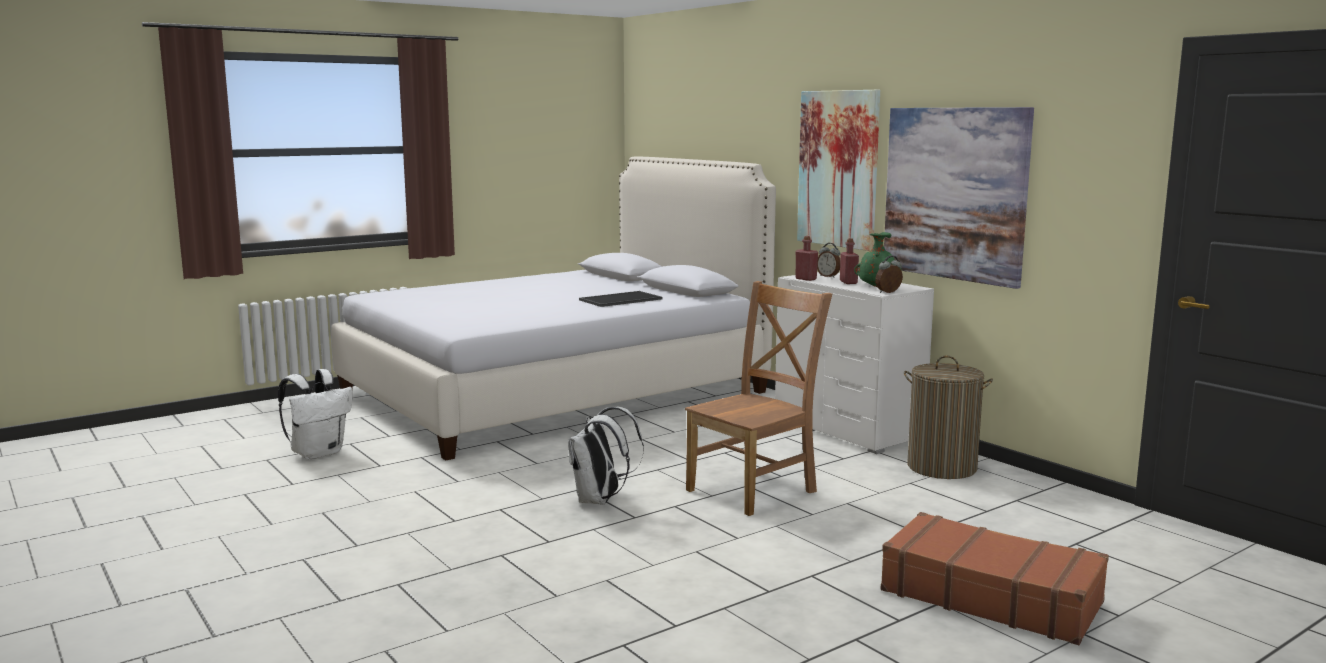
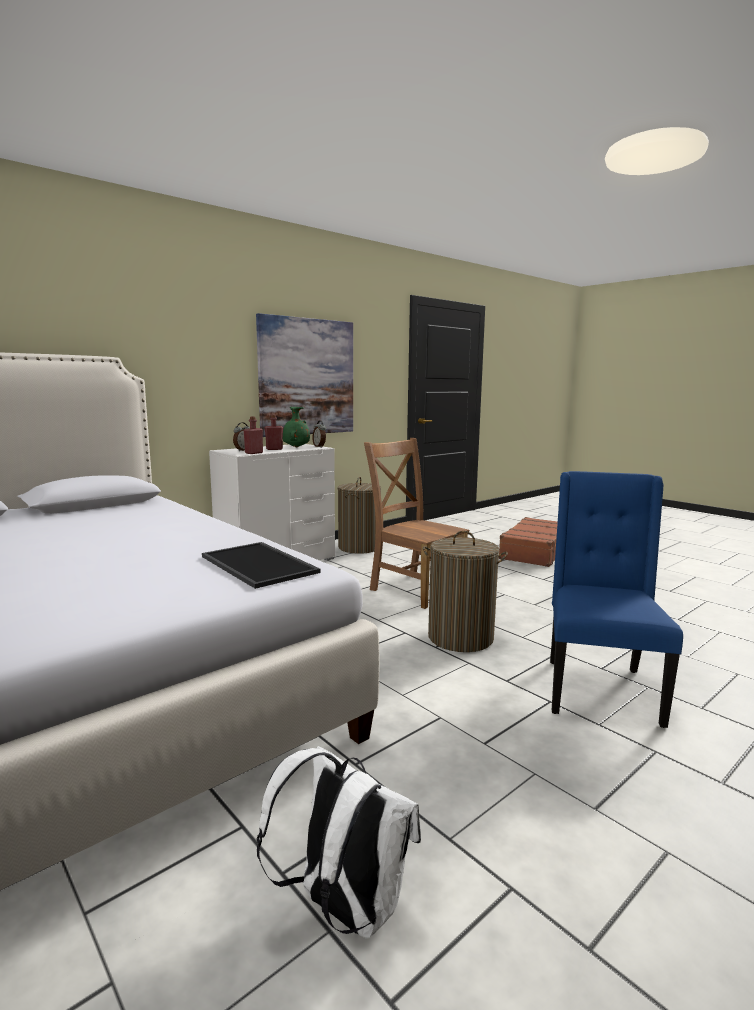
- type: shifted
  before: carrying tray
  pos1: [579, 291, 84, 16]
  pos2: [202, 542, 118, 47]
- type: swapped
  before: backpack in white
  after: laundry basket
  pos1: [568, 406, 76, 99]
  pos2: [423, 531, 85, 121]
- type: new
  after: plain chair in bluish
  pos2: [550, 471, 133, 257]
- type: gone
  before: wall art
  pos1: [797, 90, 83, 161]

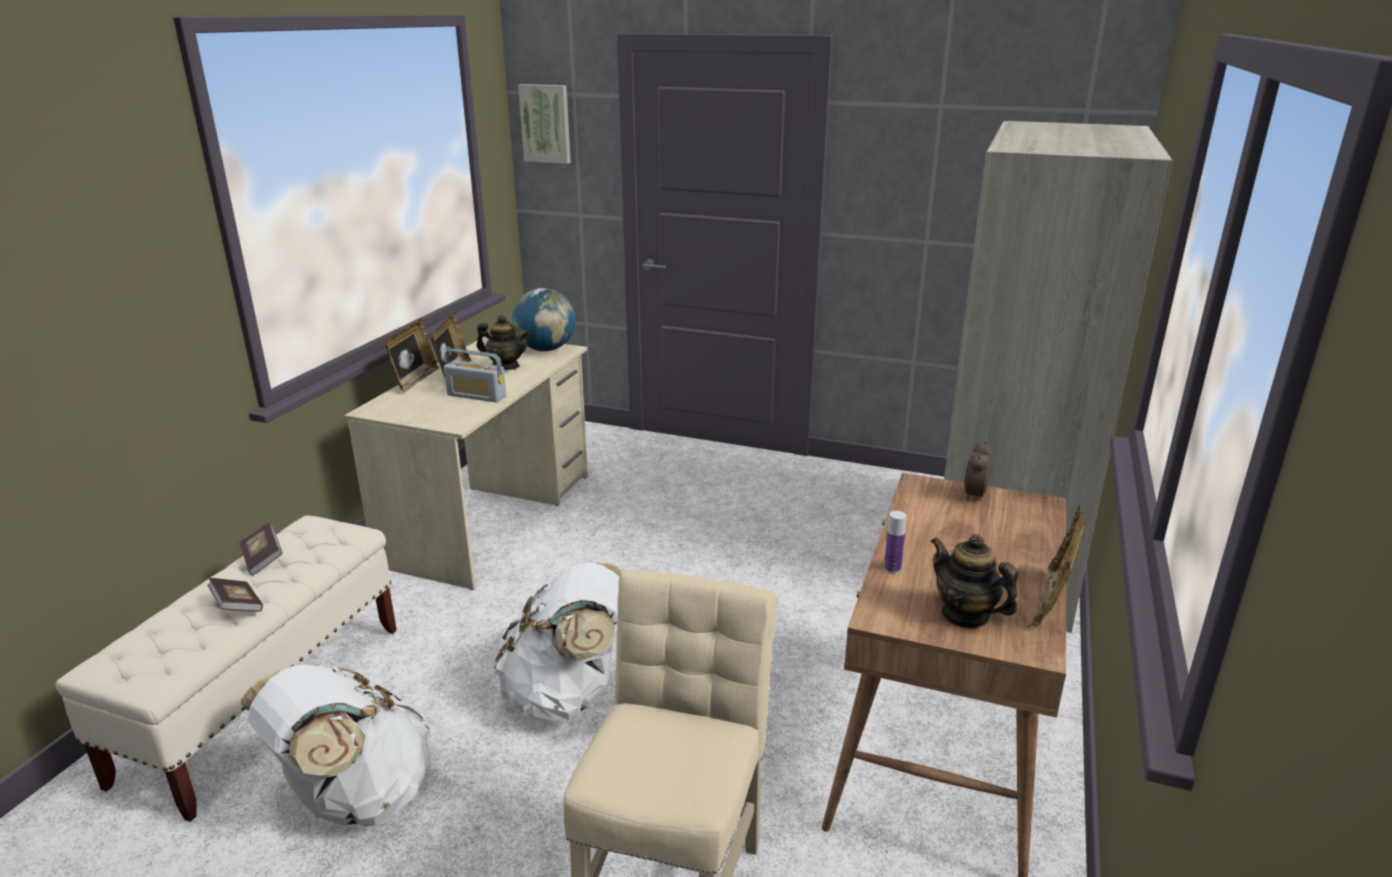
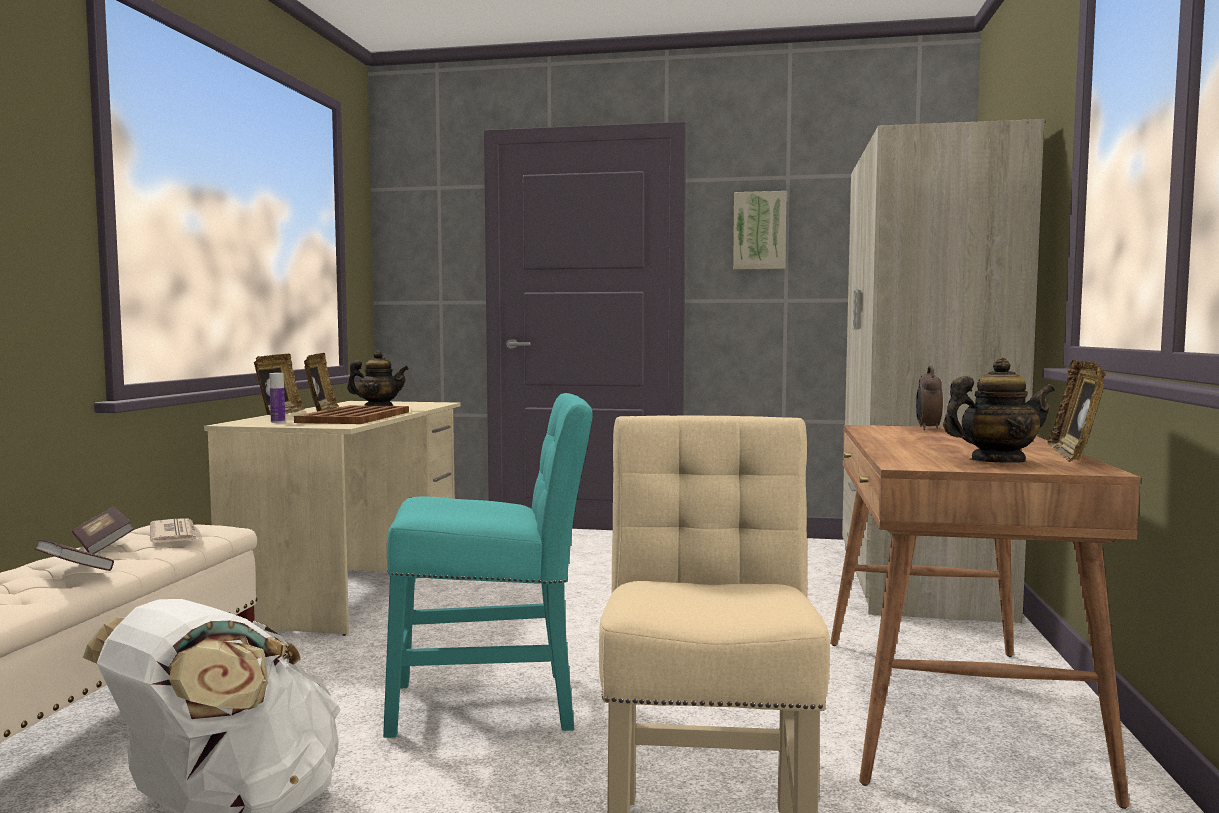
- type: new
  after: printed paper
  pos2: [150, 518, 53, 24]
- type: shifted
  before: drink bottle
  pos1: [884, 511, 23, 62]
  pos2: [270, 373, 15, 50]
- type: swapped
  before: radio set
  after: carrying tray in brownish
  pos1: [444, 349, 62, 53]
  pos2: [294, 405, 115, 19]
- type: swapped
  before: backpack in white
  after: plain chair in turquoise-coloured
  pos1: [494, 562, 128, 159]
  pos2: [383, 393, 210, 345]
- type: shifted
  before: wall art
  pos1: [518, 84, 53, 80]
  pos2: [733, 191, 54, 79]
- type: rotated
  before: pot for tea
  pos1: [931, 534, 87, 95]
  pos2: [943, 358, 112, 105]
  turn: 135
- type: gone
  before: desk globe
  pos1: [512, 288, 63, 63]

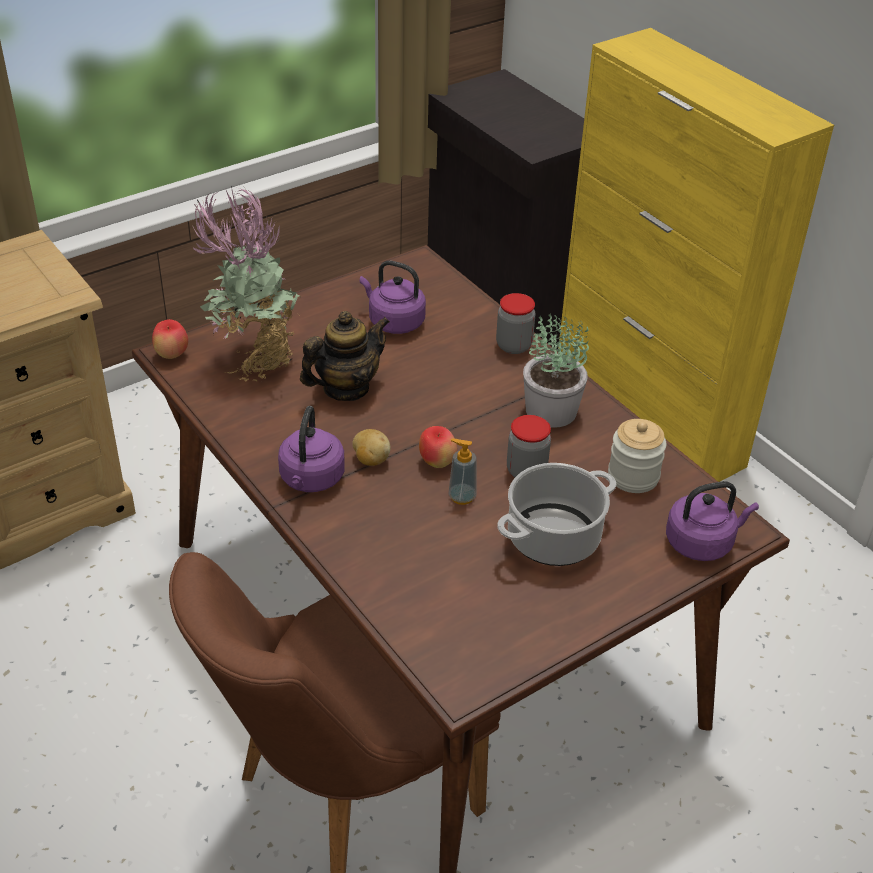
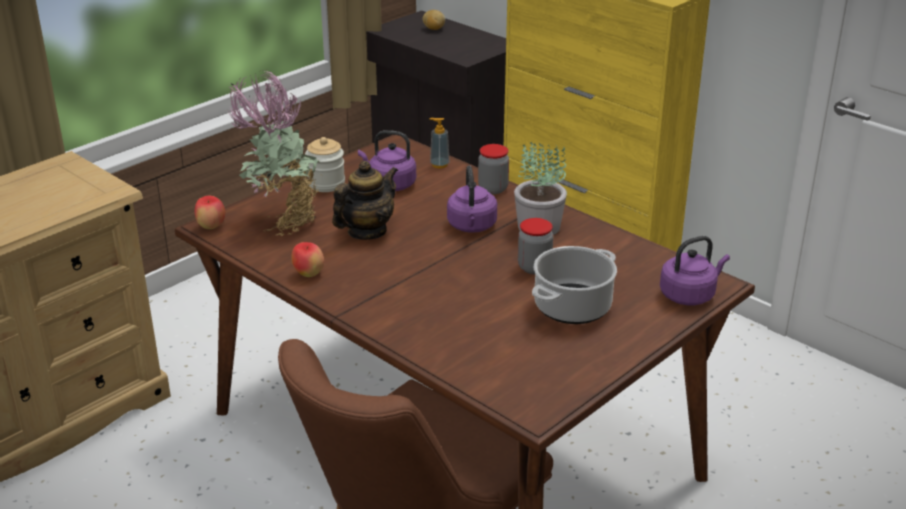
- type: shifted
  before: apple
  pos1: [419, 426, 38, 42]
  pos2: [292, 242, 32, 35]
- type: shifted
  before: jar
  pos1: [608, 419, 59, 74]
  pos2: [305, 137, 40, 55]
- type: shifted
  before: spud
  pos1: [352, 429, 38, 37]
  pos2: [423, 10, 22, 20]
- type: shifted
  before: liquid soap bottle
  pos1: [449, 439, 28, 66]
  pos2: [429, 118, 21, 50]
- type: shifted
  before: kettle in purple
  pos1: [278, 406, 67, 86]
  pos2: [447, 166, 50, 67]

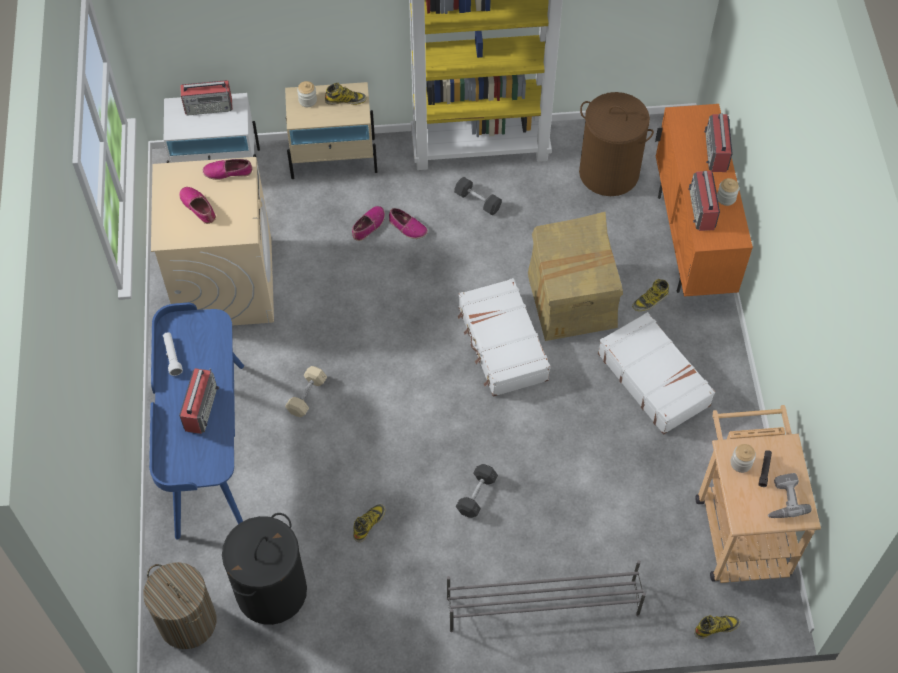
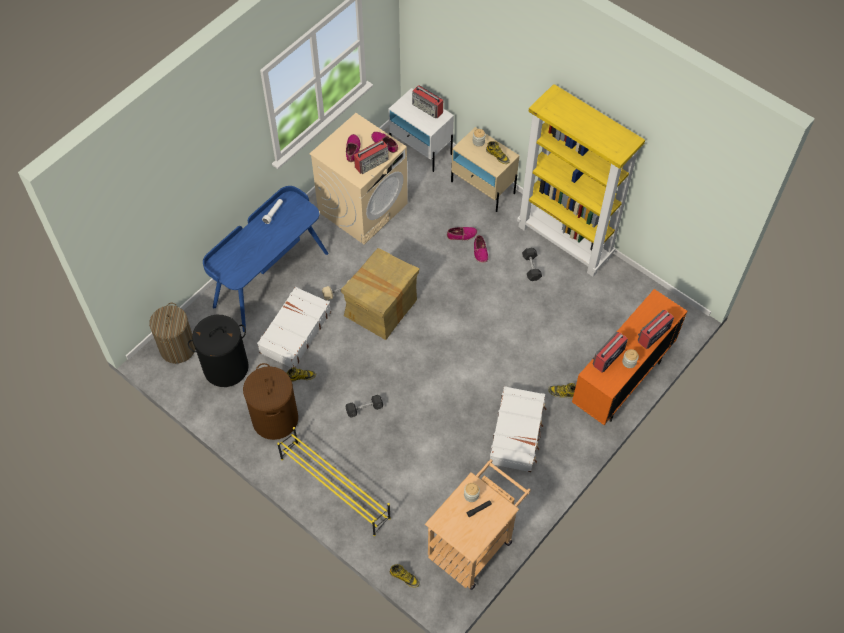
- type: shifted
  before: laundry basket in brownish
  pos1: [579, 92, 75, 104]
  pos2: [243, 363, 55, 77]
- type: shifted
  before: piece of luggage in white
  pos1: [457, 278, 94, 119]
  pos2: [257, 287, 74, 81]
- type: repainted
  before: shoe rack in greyish
  after: shoe rack in yellow-coloured
  pos1: [447, 560, 199, 72]
  pos2: [277, 427, 114, 109]
- type: shifted
  before: packing box
  pos1: [528, 212, 95, 129]
  pos2: [341, 248, 79, 92]
- type: shifted
  before: radio set
  pos1: [179, 368, 40, 66]
  pos2: [354, 140, 35, 34]
- type: gone
  before: electric drill
  pos1: [768, 473, 44, 45]

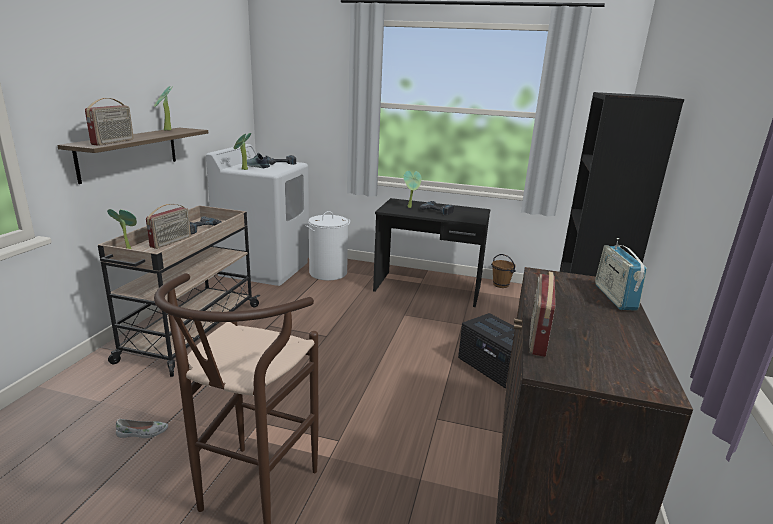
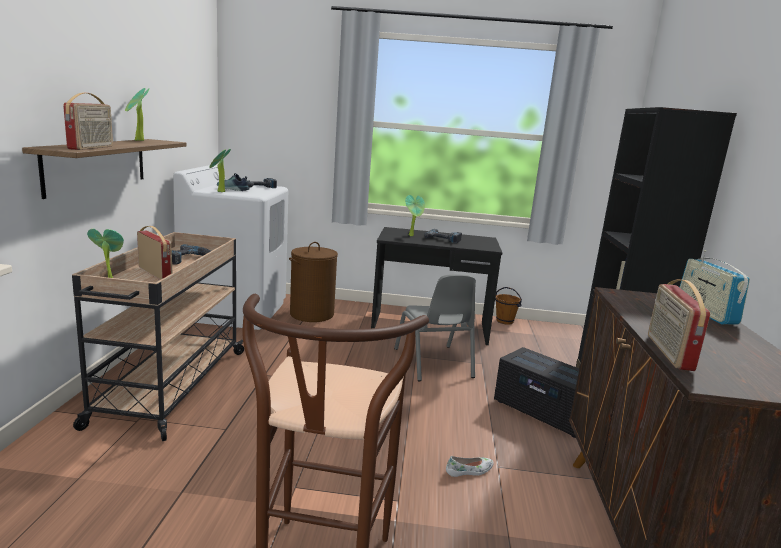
- type: rotated
  before: radio set
  pos1: [146, 204, 45, 45]
  pos2: [137, 226, 35, 54]
  turn: -60
- type: repainted
  before: laundry basket in white
  after: laundry basket in brownish
  pos1: [305, 211, 45, 70]
  pos2: [289, 242, 49, 80]
- type: new
  after: plain chair in greyish
  pos2: [394, 274, 82, 107]
- type: shifted
  before: shoe in white
  pos1: [116, 419, 52, 19]
  pos2: [446, 456, 48, 21]

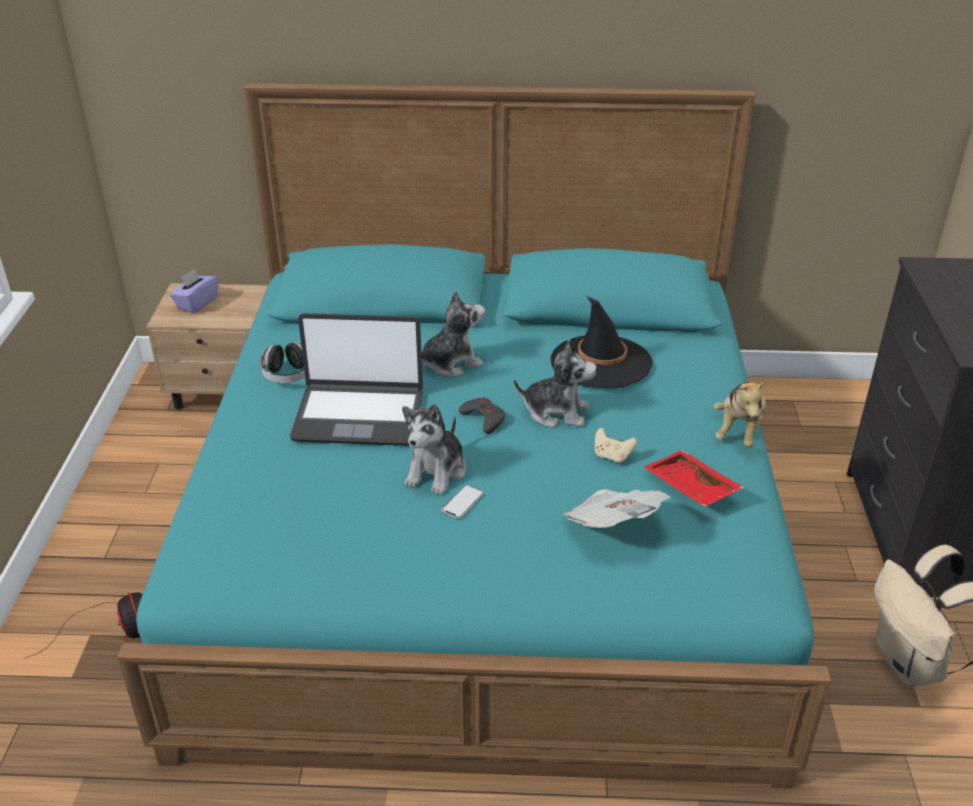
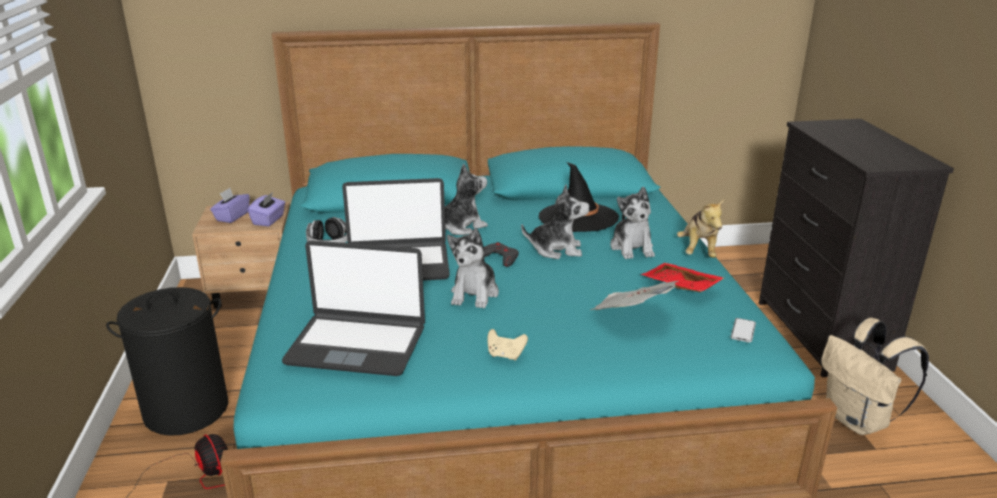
- type: new
  after: laundry basket in black
  pos2: [106, 287, 122, 149]
- type: new
  after: box of tissues in purple
  pos2: [248, 192, 37, 34]
- type: new
  after: notebook computer
  pos2: [282, 240, 143, 136]
- type: shifted
  before: gamepad in beige-coloured
  pos1: [595, 428, 42, 35]
  pos2: [487, 329, 41, 32]
- type: new
  after: soft toy
  pos2: [610, 187, 45, 72]
- type: shifted
  before: handset
  pos1: [441, 485, 43, 34]
  pos2: [731, 318, 25, 25]

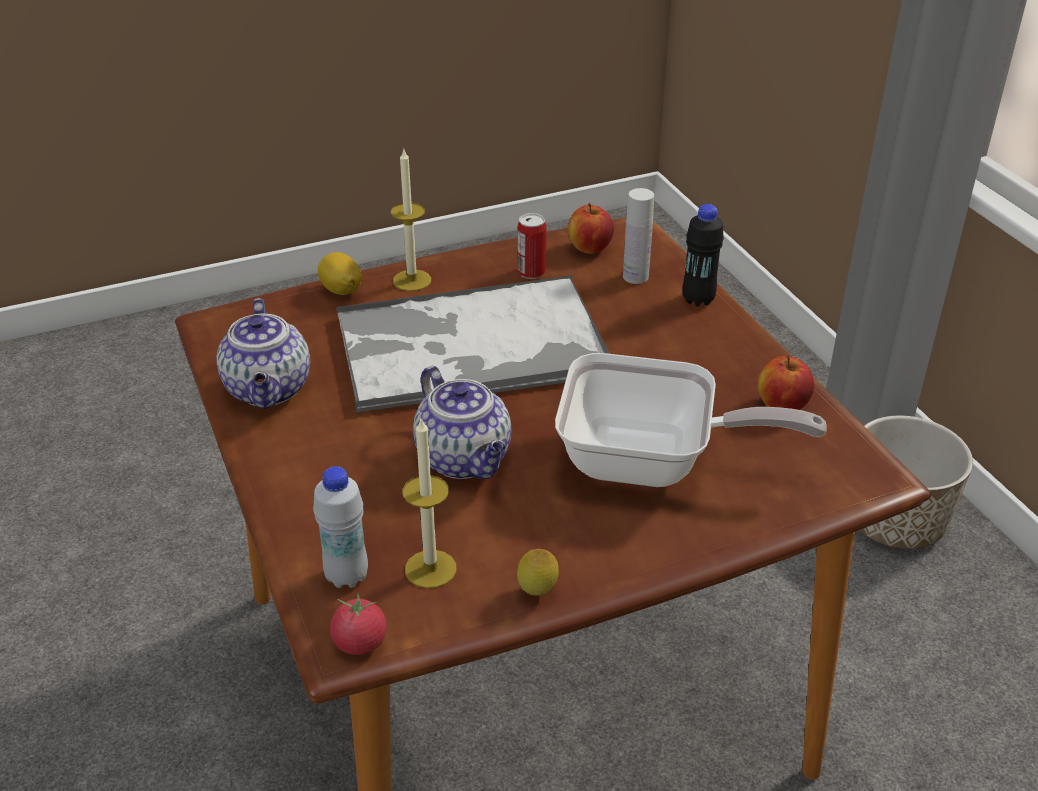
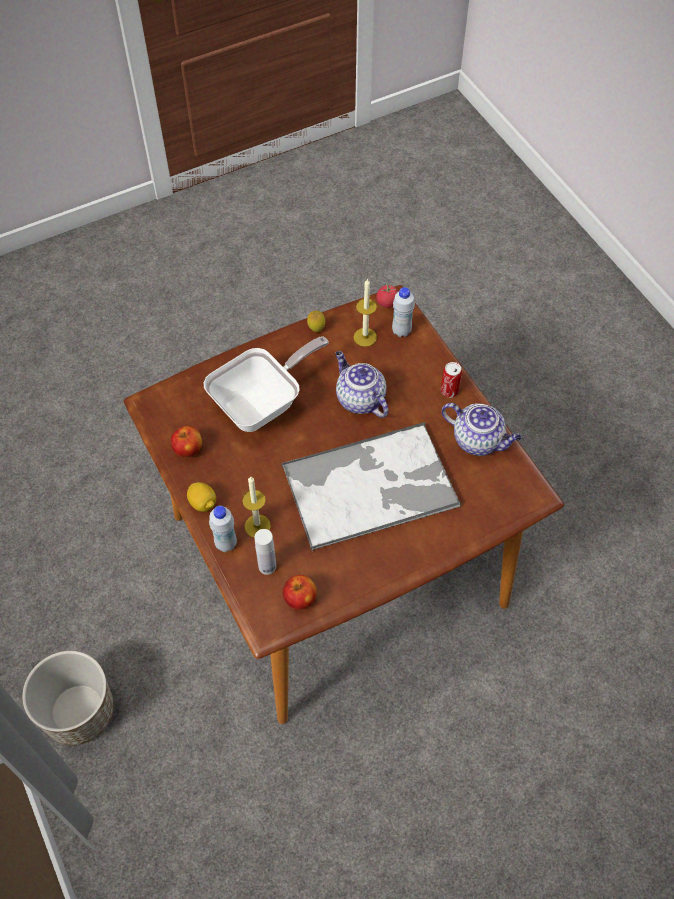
- type: shifted
  before: lemon
  pos1: [318, 252, 44, 43]
  pos2: [187, 482, 29, 30]
- type: rotated
  before: pan
  pos1: [555, 353, 272, 134]
  pos2: [204, 336, 125, 96]
  turn: 135
- type: repainted
  before: drink bottle in black
  after: drink bottle in white
  pos1: [682, 204, 42, 102]
  pos2: [209, 506, 28, 46]
- type: shifted
  before: candle
  pos1: [391, 150, 40, 141]
  pos2: [242, 476, 29, 62]
- type: shifted
  before: metal can
  pos1: [517, 213, 30, 66]
  pos2: [441, 362, 21, 36]
- type: rotated
  before: pot for tea
  pos1: [217, 298, 93, 111]
  pos2: [442, 403, 80, 53]
  turn: 135

